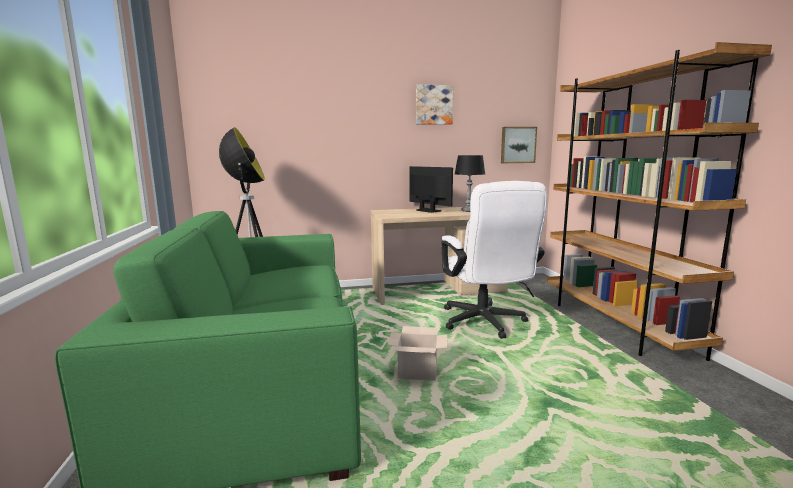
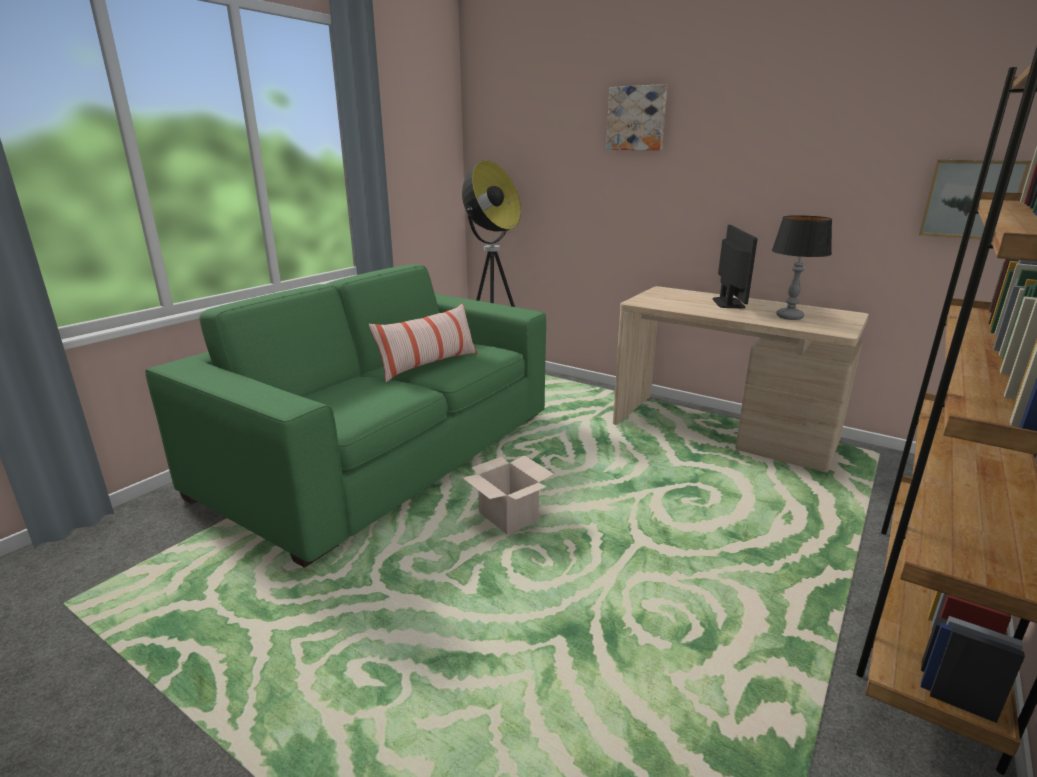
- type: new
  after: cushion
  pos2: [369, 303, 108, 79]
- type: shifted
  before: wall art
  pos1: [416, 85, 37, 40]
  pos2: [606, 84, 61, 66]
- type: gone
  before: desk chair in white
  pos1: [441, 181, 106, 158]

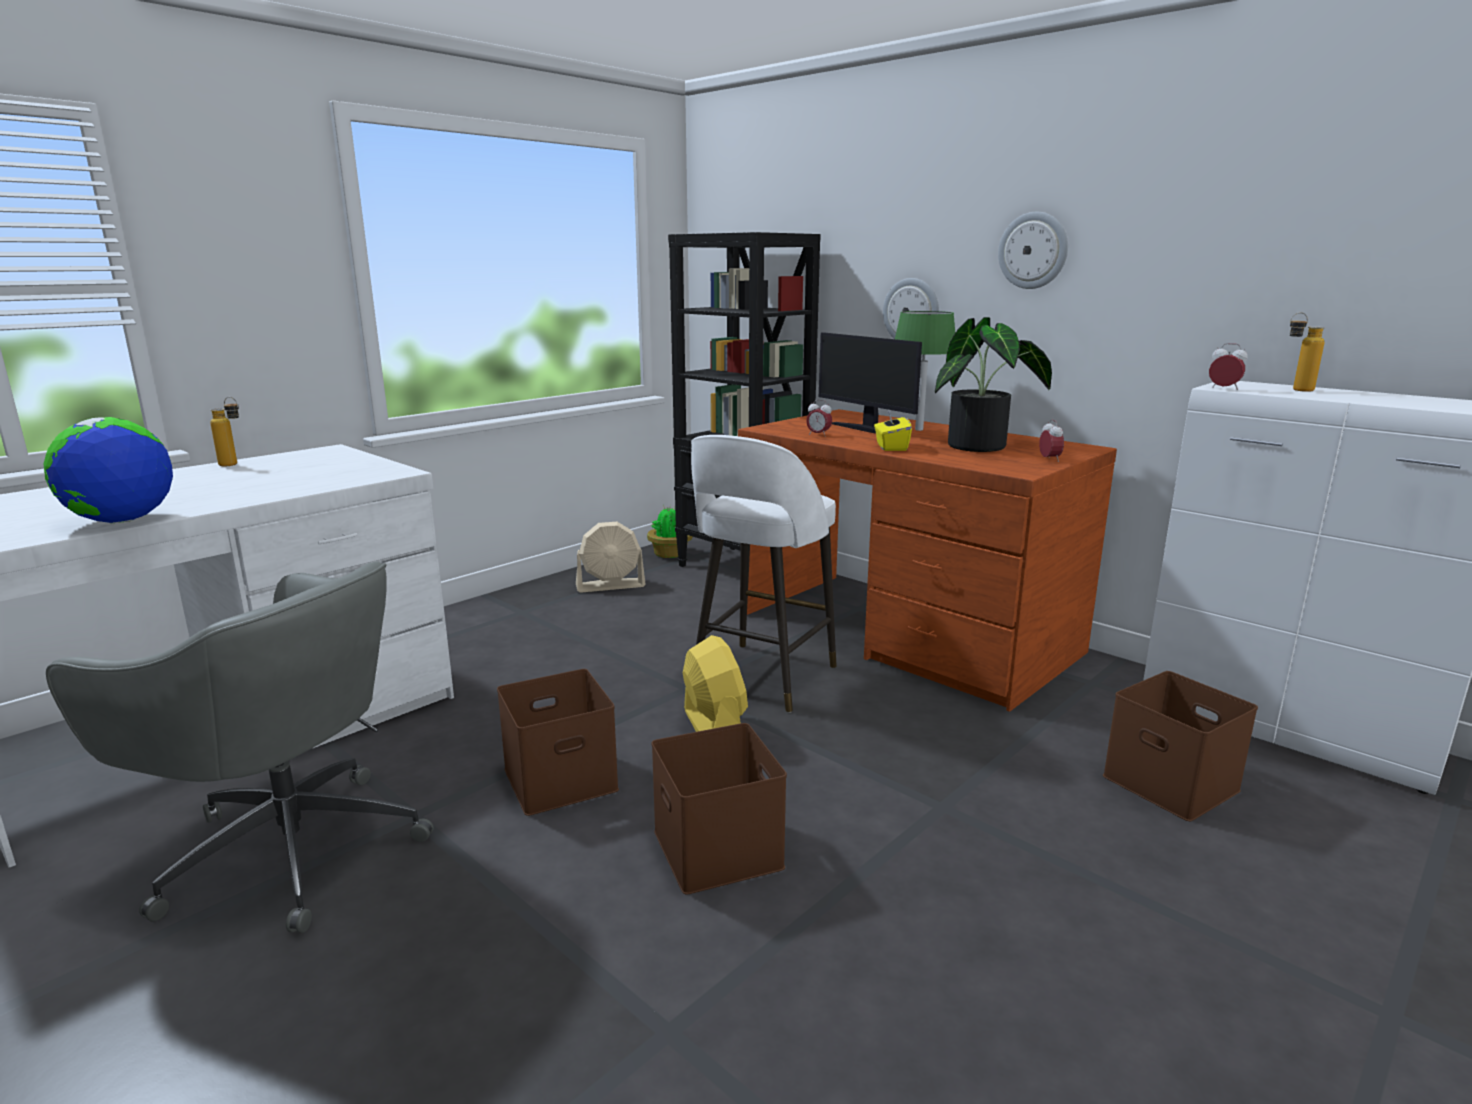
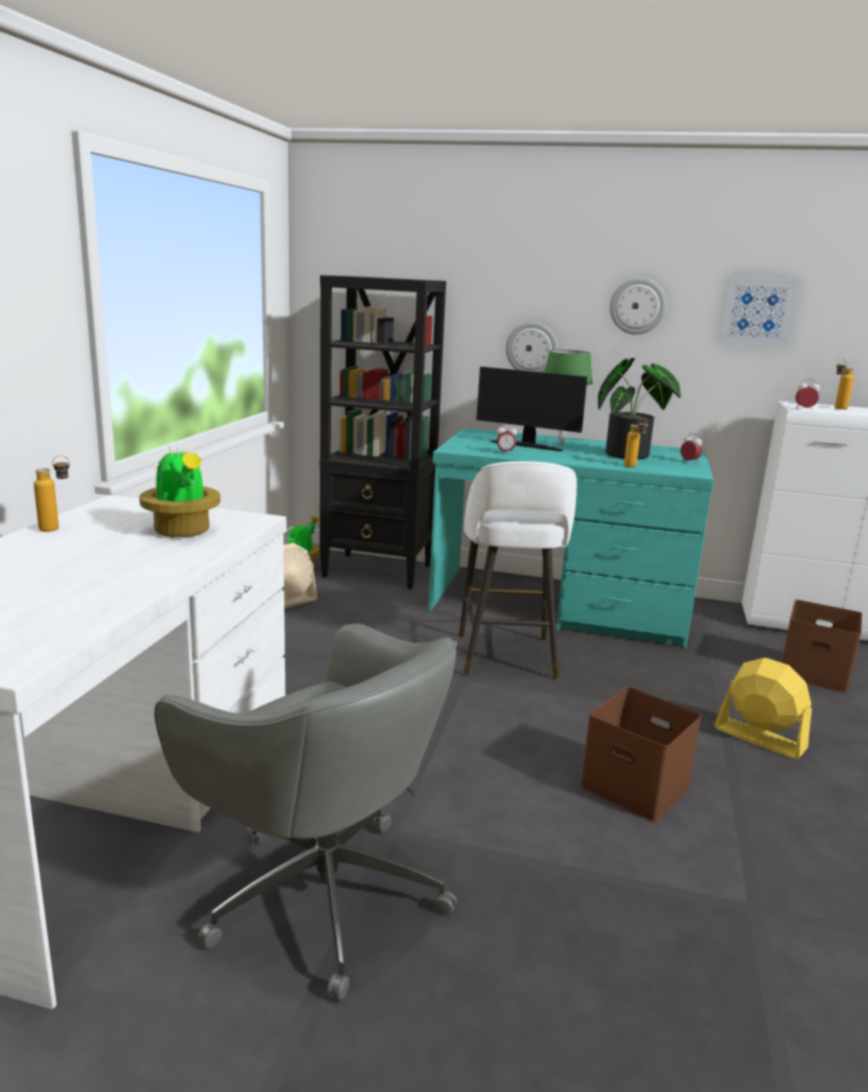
- type: new
  after: potted plant
  pos2: [139, 445, 81, 92]
- type: rotated
  before: desk chair in greyish
  pos1: [46, 561, 388, 372]
  pos2: [154, 623, 303, 378]
  turn: 45
- type: repainted
  before: desk table in brownish
  after: desk table in turquoise-coloured
  pos1: [738, 409, 379, 303]
  pos2: [428, 428, 286, 220]
- type: new
  after: drink bottle
  pos2: [624, 418, 24, 49]
- type: shifted
  before: electric fan in yellow-coloured
  pos1: [683, 635, 65, 97]
  pos2: [714, 658, 98, 101]
- type: new
  after: wall art
  pos2: [718, 275, 82, 73]
- type: gone
  before: desk globe
  pos1: [44, 417, 129, 106]
- type: gone
  before: storage box in brownish
  pos1: [497, 669, 122, 147]
- type: gone
  before: box of tissues in yellow-coloured
  pos1: [874, 411, 38, 40]

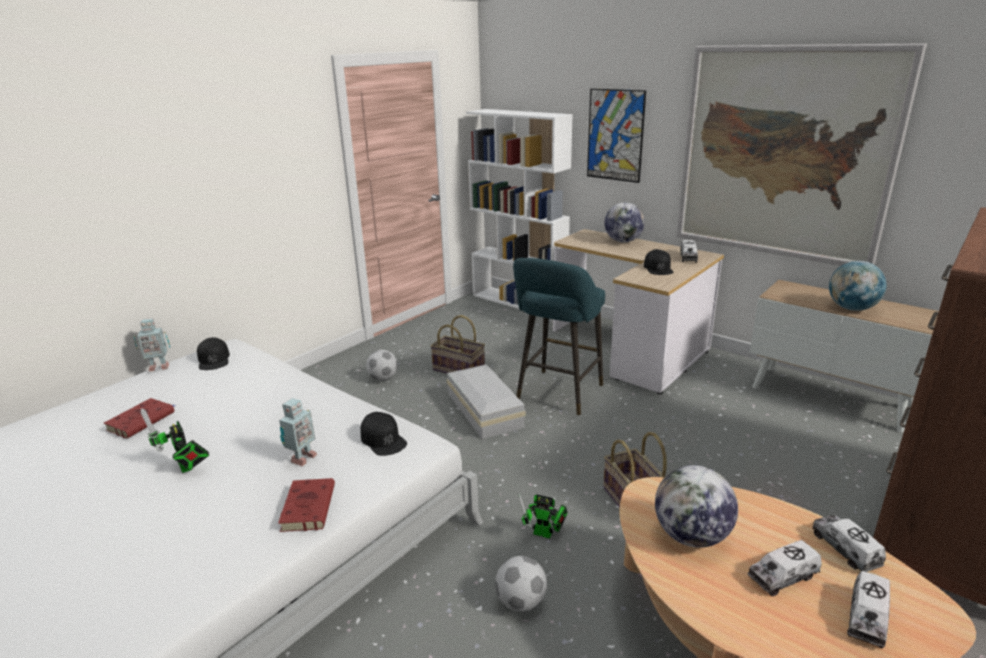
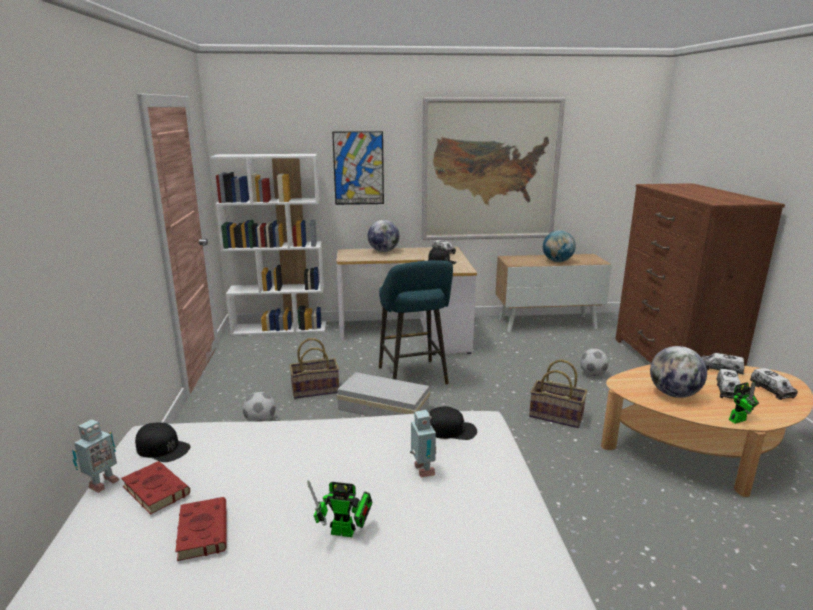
- type: shifted
  before: volume in red
  pos1: [278, 478, 57, 54]
  pos2: [121, 461, 69, 54]
- type: shifted
  before: football ball
  pos1: [495, 556, 52, 56]
  pos2: [580, 349, 29, 27]
- type: shifted
  before: model robot
  pos1: [518, 493, 50, 46]
  pos2: [729, 382, 30, 42]

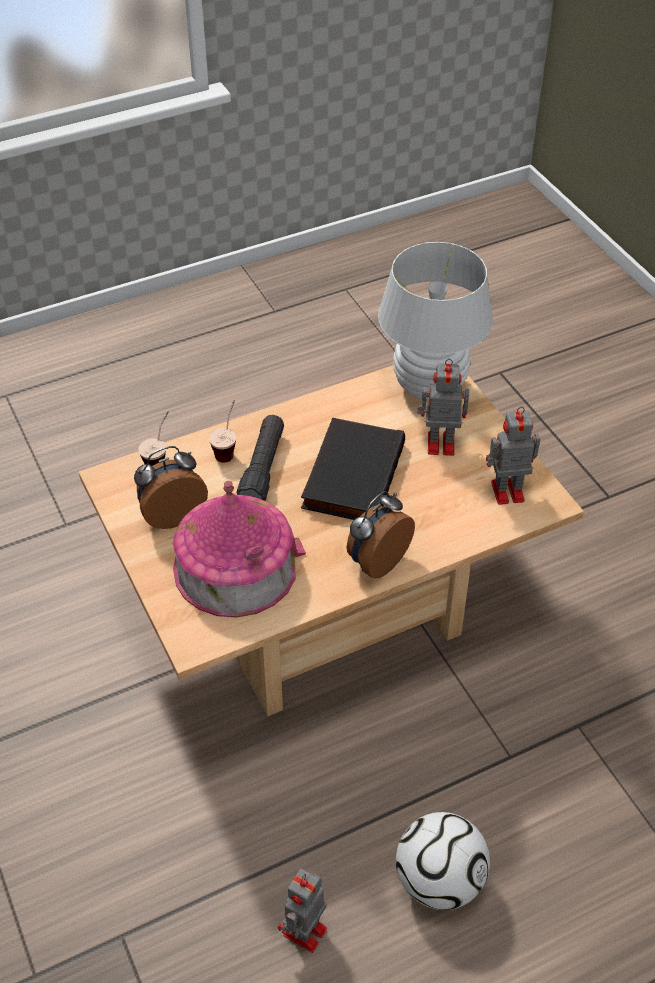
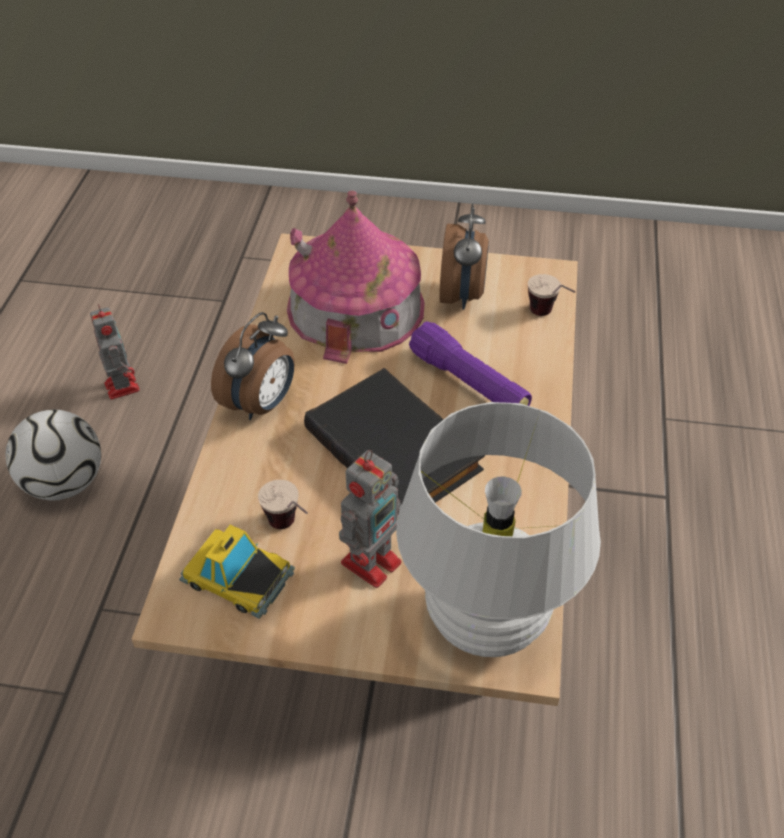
- type: swapped
  before: model robot
  after: miniature car
  pos1: [486, 406, 54, 99]
  pos2: [179, 525, 116, 94]
- type: rotated
  before: bedside clock
  pos1: [347, 491, 68, 88]
  pos2: [211, 312, 83, 108]
  turn: 45
- type: shifted
  before: drinking cup
  pos1: [209, 400, 27, 63]
  pos2: [258, 480, 50, 49]
- type: repainted
  before: hand torch in black
  after: hand torch in purple
  pos1: [236, 415, 48, 86]
  pos2: [409, 322, 123, 84]

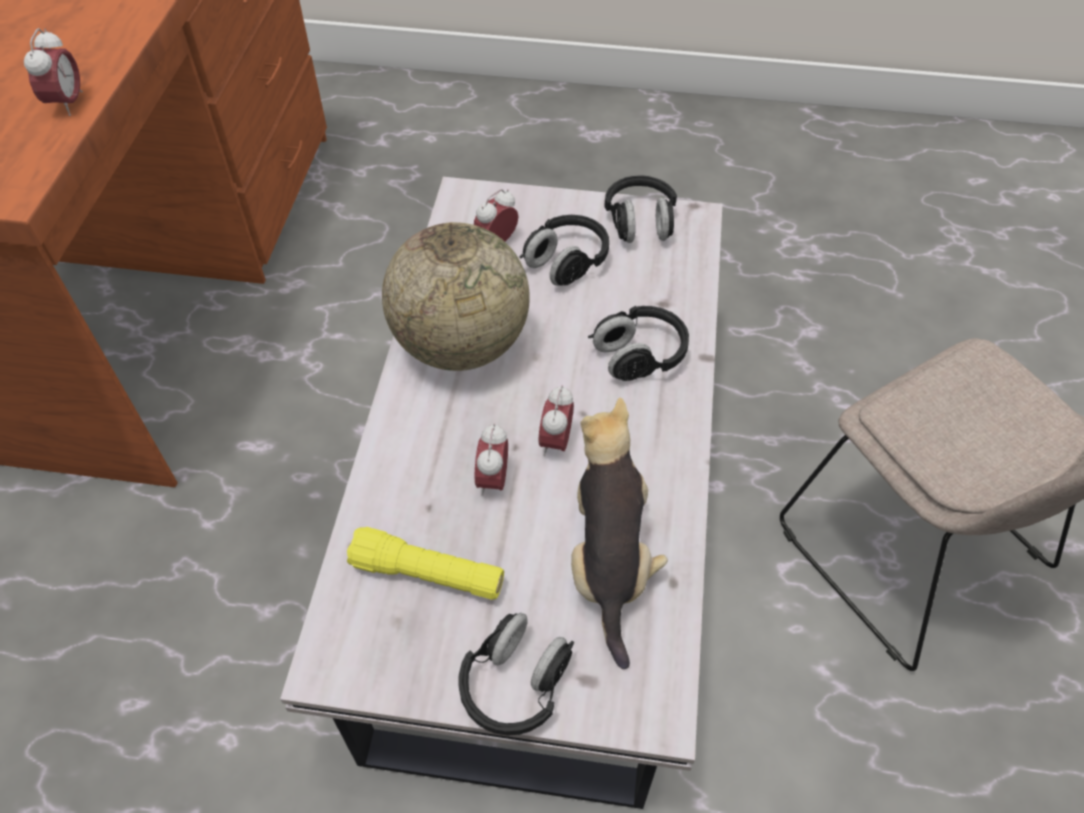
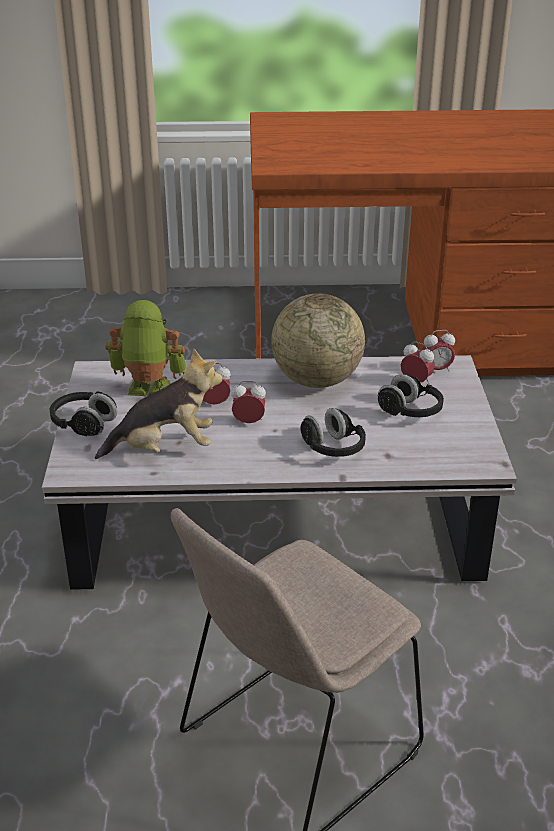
- type: swapped
  before: hand torch in yellow-coloured
  after: model robot
  pos1: [347, 527, 157, 73]
  pos2: [105, 300, 81, 96]
- type: shifted
  before: bedside clock
  pos1: [24, 28, 59, 88]
  pos2: [422, 330, 33, 41]
- type: gone
  before: pair of headphones in black
  pos1: [605, 175, 72, 68]

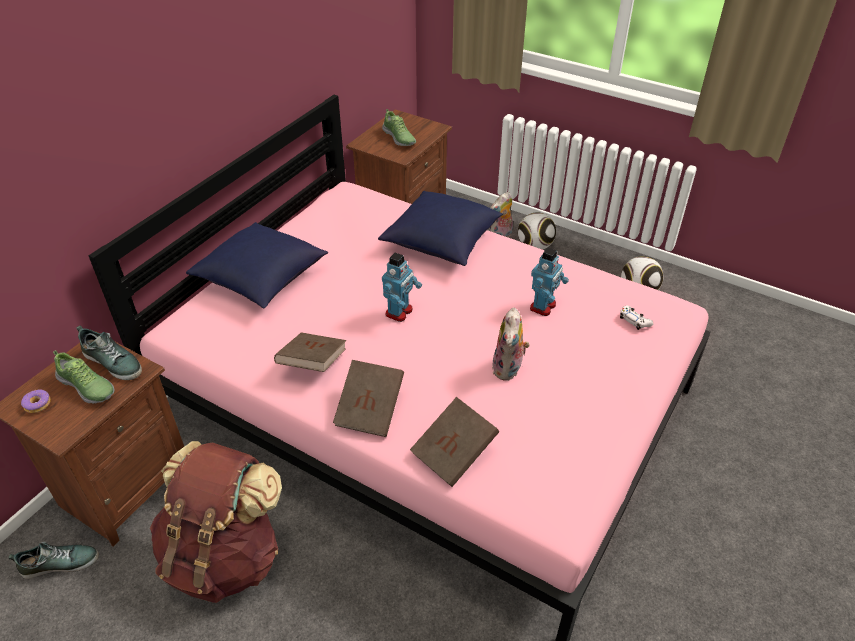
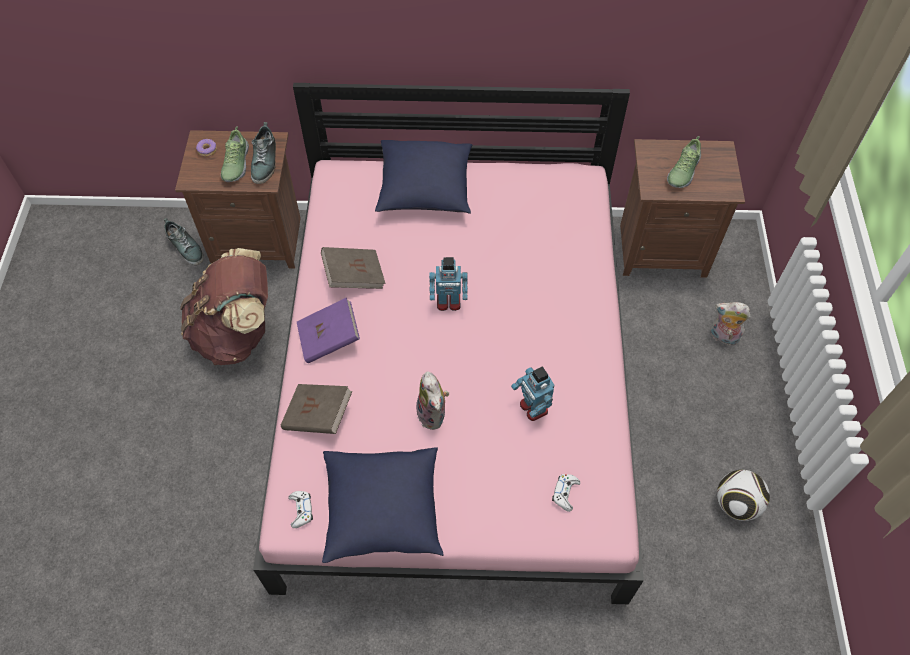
- type: new
  after: gamepad in white
  pos2: [288, 491, 25, 37]
- type: repainted
  before: volume in brownish
  after: volume in purple
  pos1: [333, 360, 71, 77]
  pos2: [297, 298, 63, 65]
- type: shifted
  before: cushion in bluish
  pos1: [378, 191, 125, 75]
  pos2: [322, 447, 121, 116]
- type: rotated
  before: soft toy
  pos1: [492, 308, 38, 73]
  pos2: [416, 371, 33, 59]
  turn: -90
- type: rotated
  before: model robot
  pos1: [530, 247, 39, 69]
  pos2: [511, 366, 43, 55]
  turn: 60
- type: gone
  before: football ball
  pos1: [518, 212, 38, 38]

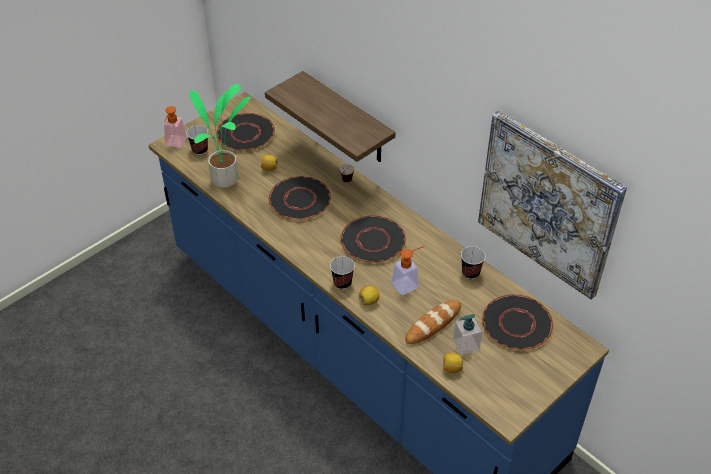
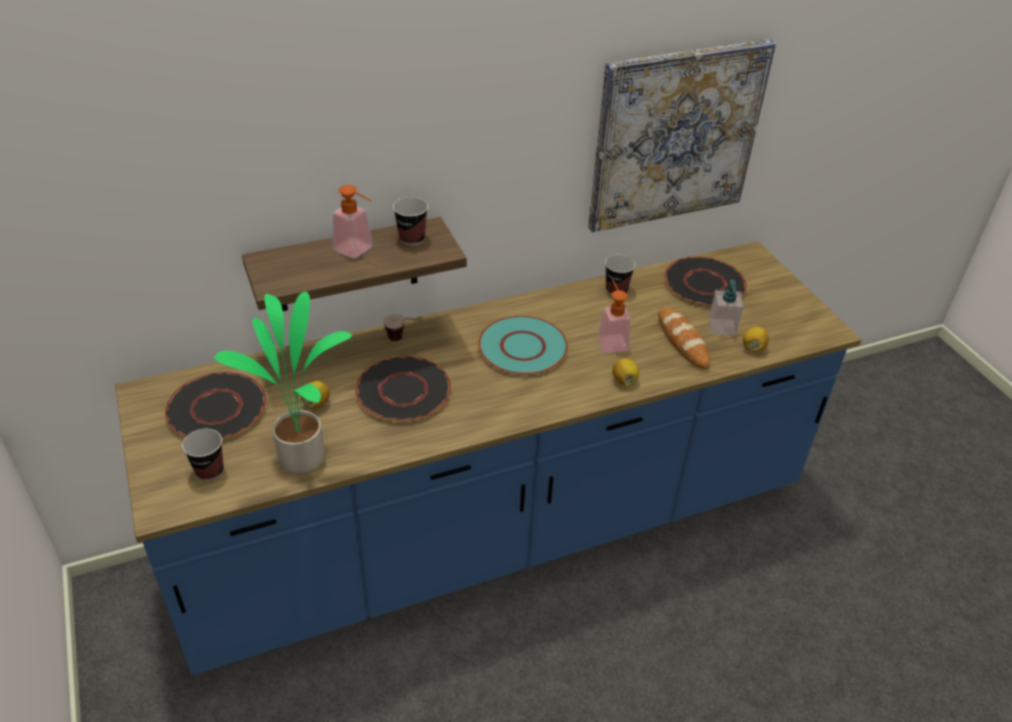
- type: shifted
  before: liquid soap bottle
  pos1: [164, 106, 23, 42]
  pos2: [333, 185, 40, 74]
- type: shifted
  before: drinking cup
  pos1: [330, 256, 25, 33]
  pos2: [393, 197, 35, 49]
- type: repainted
  before: dinner plate in black
  after: dinner plate in turquoise-coloured
  pos1: [340, 215, 66, 48]
  pos2: [478, 316, 90, 59]

